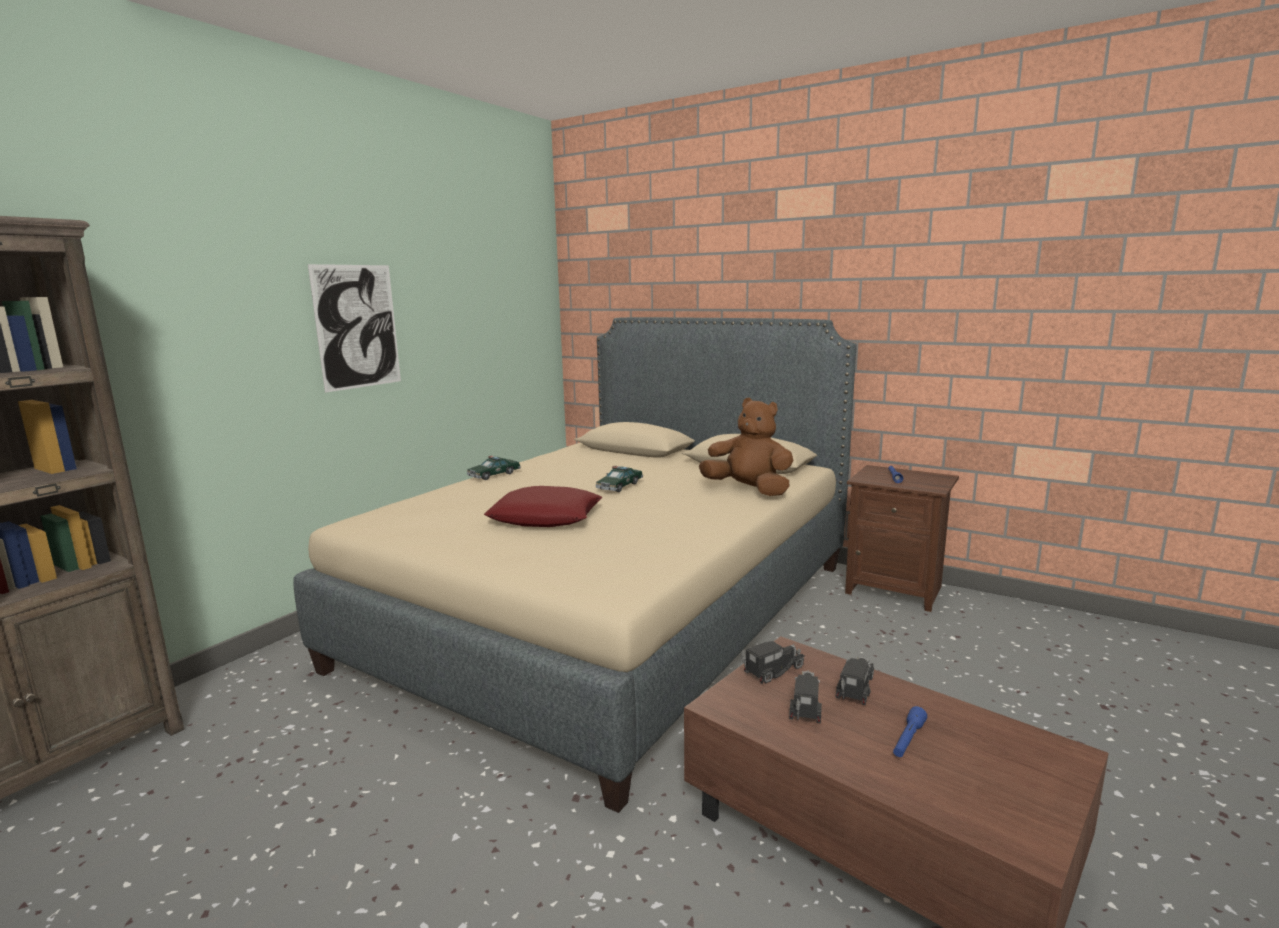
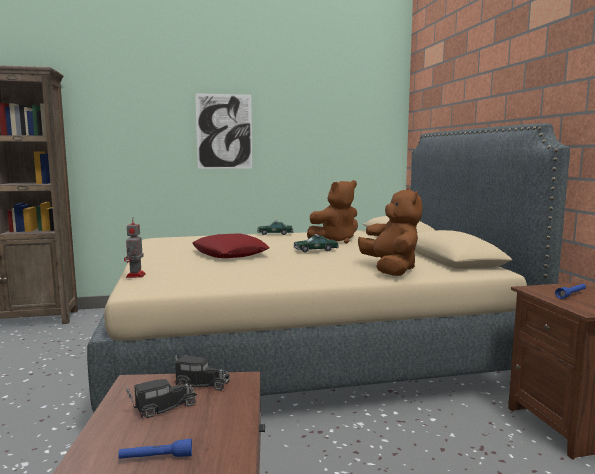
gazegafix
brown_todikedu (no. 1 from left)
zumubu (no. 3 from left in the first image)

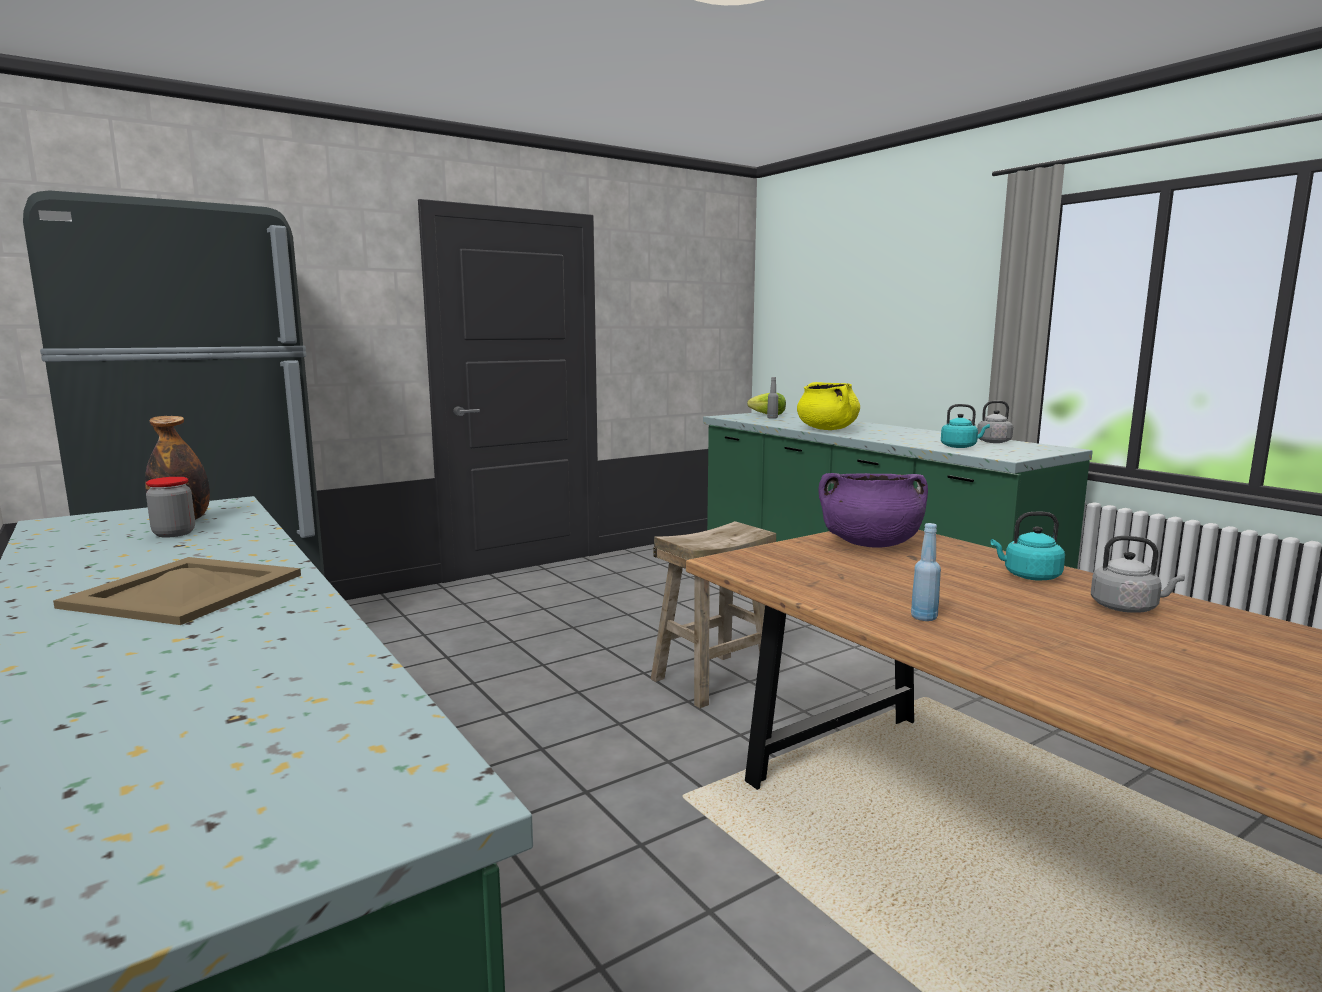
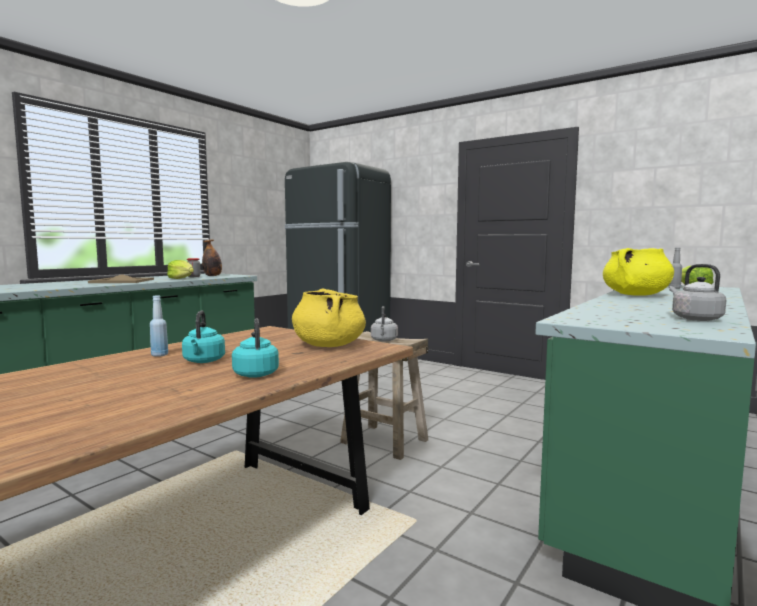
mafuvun (no. 1 from left)
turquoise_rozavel (no. 1 from left)
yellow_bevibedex (no. 1 from left)
grey_rozavel (no. 1 from left)

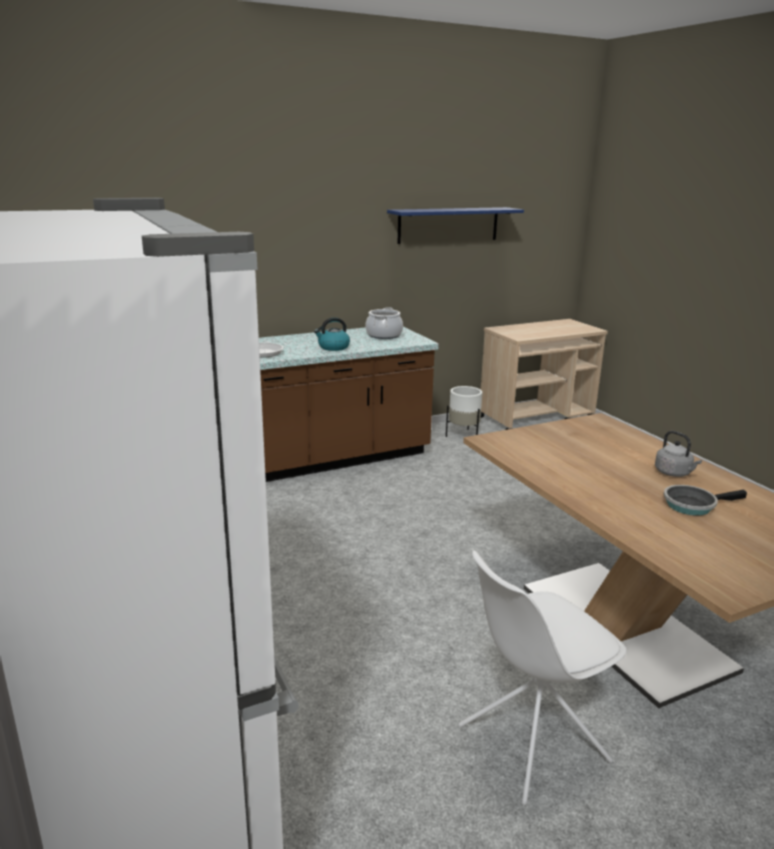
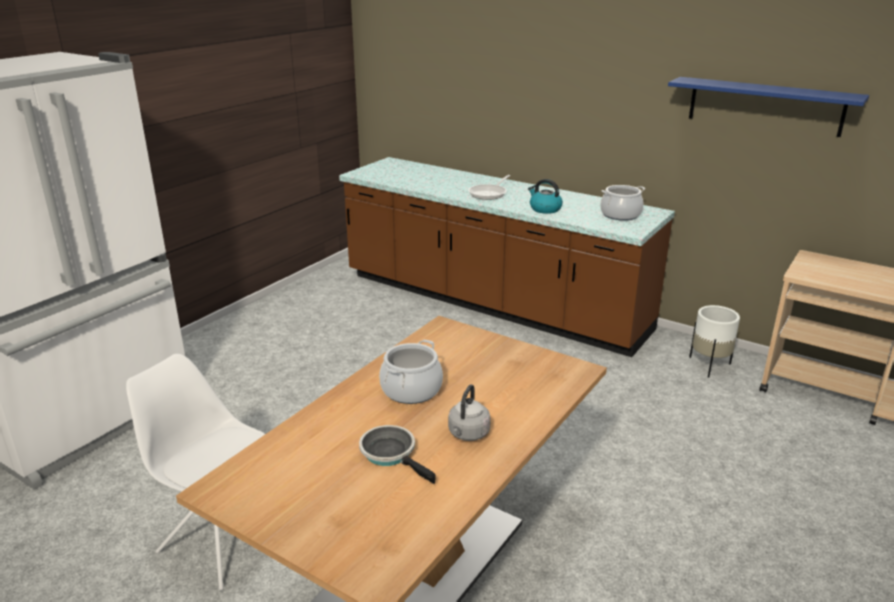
bevibedex (no. 1 from left)

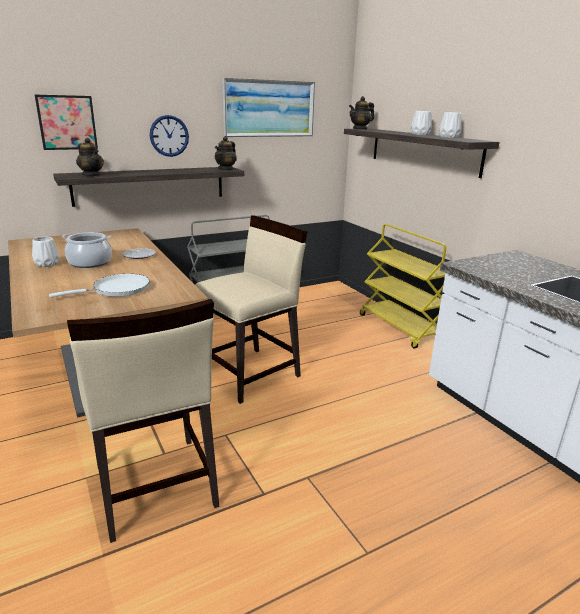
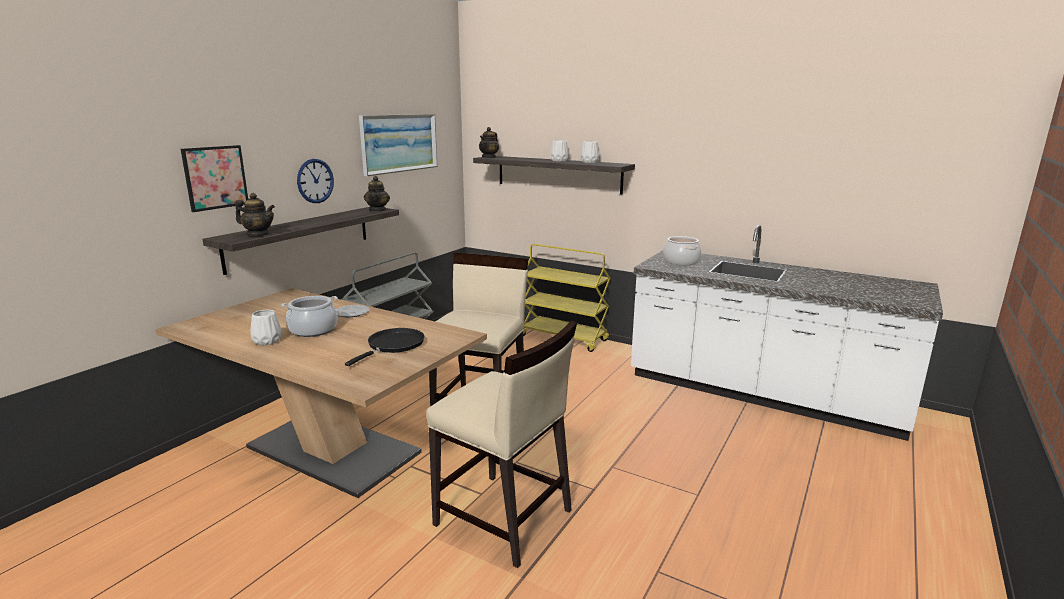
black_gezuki
bevibedex (no. 2 from left)

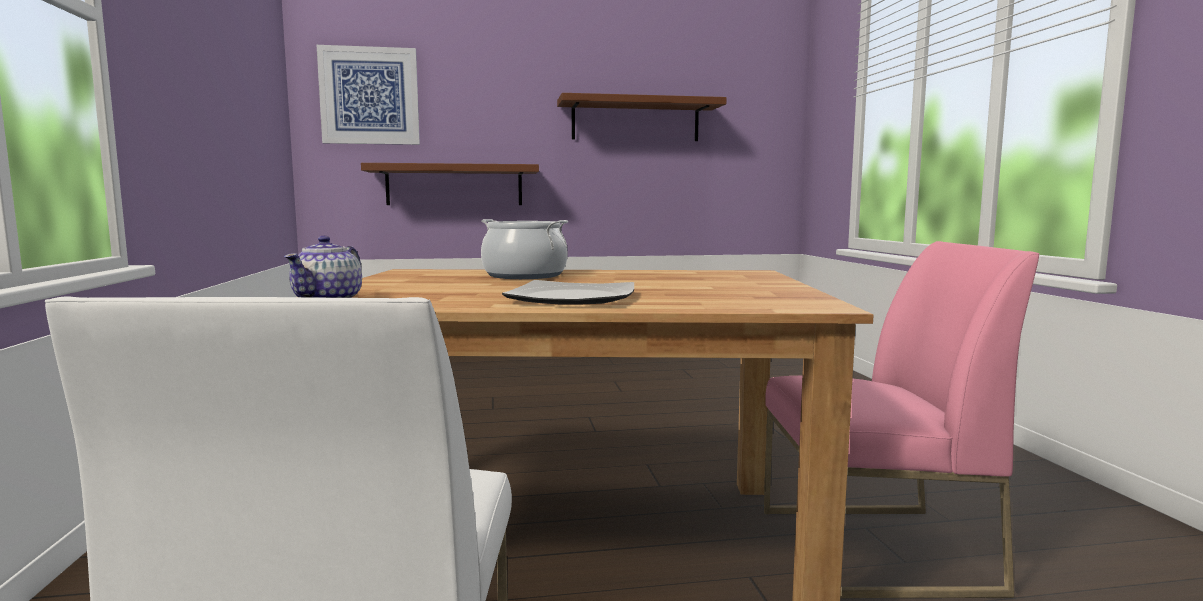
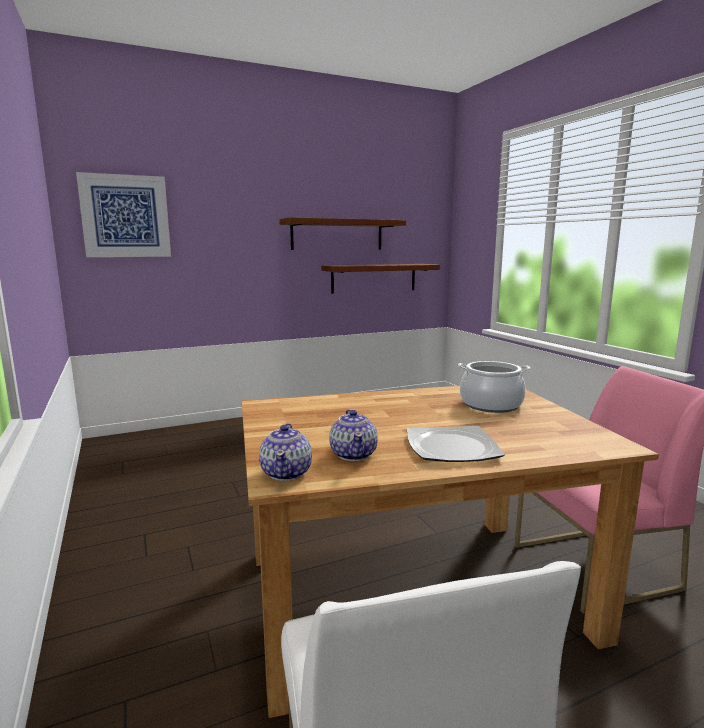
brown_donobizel (no. 2 from left)
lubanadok (no. 2 from left)
bevibedex

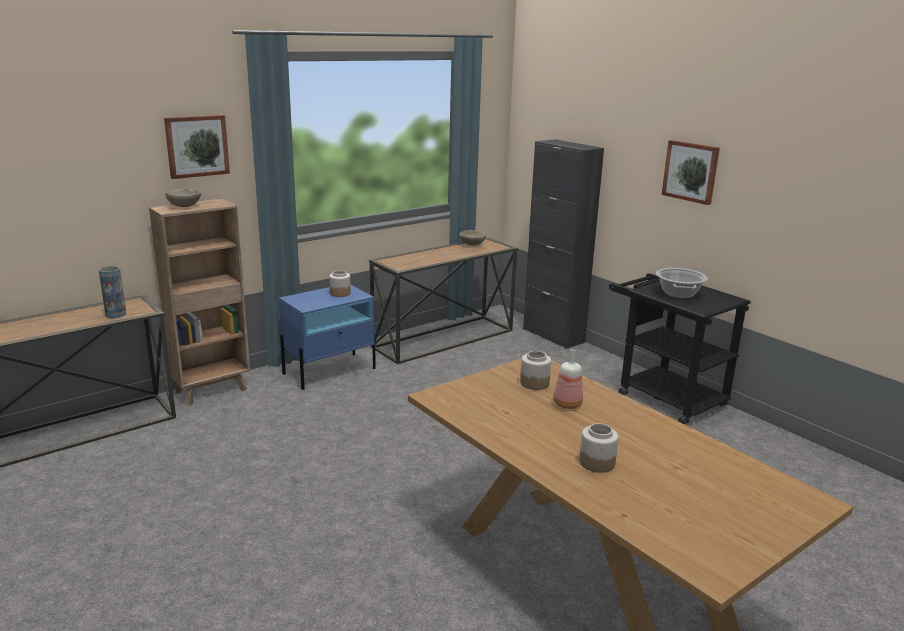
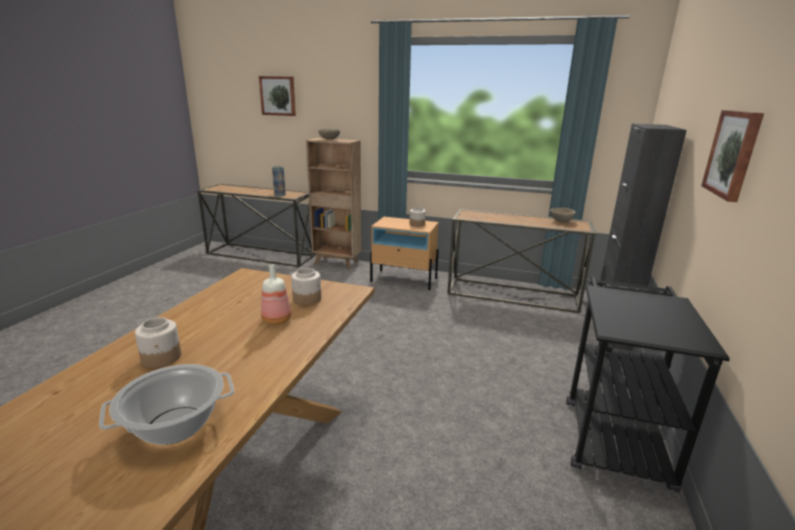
bevibedex
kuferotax (no. 1 from left)
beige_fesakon

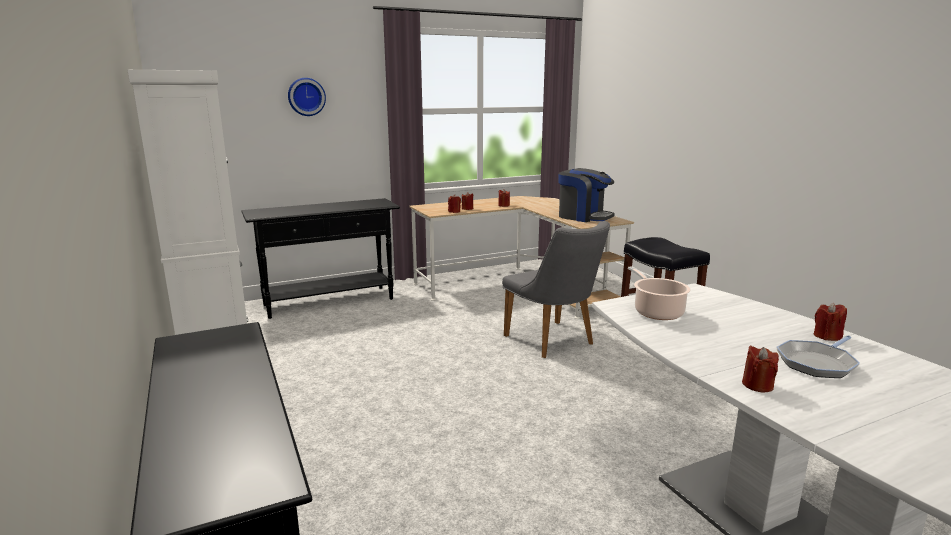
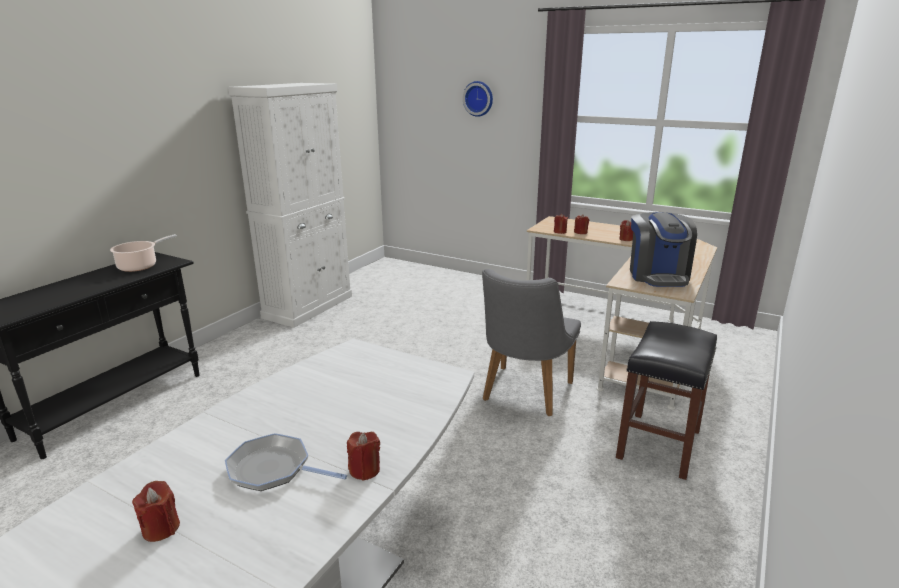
bevibedex
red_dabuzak (no. 1 from left)
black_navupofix (no. 2 from left in the first image)

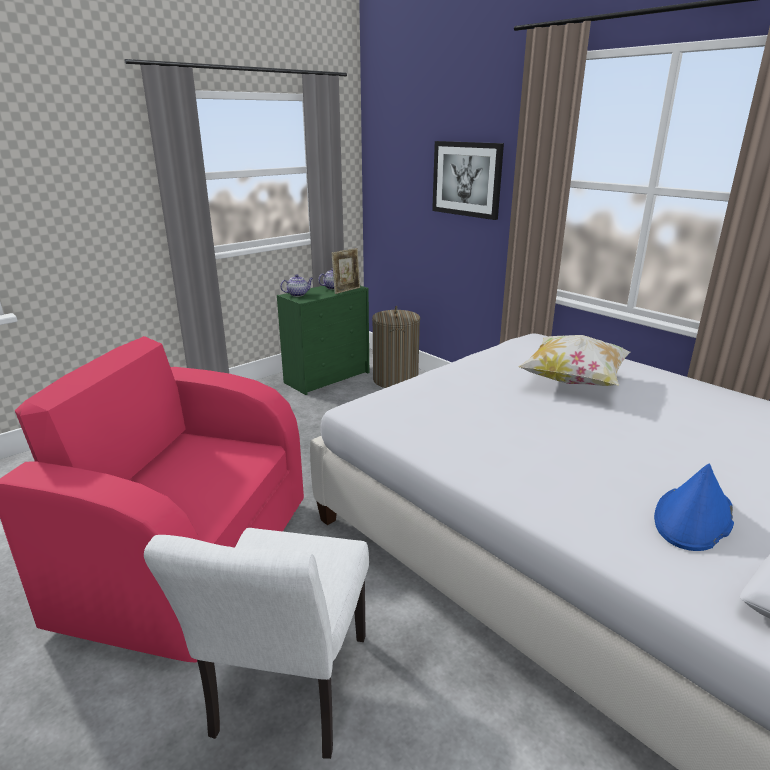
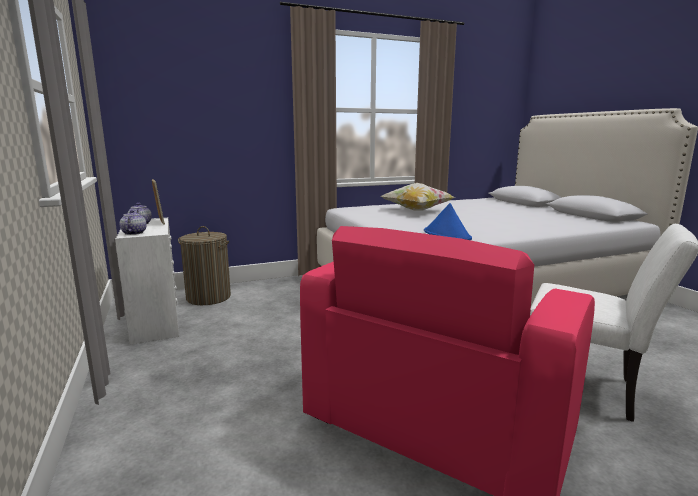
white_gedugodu
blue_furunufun
kuferotax

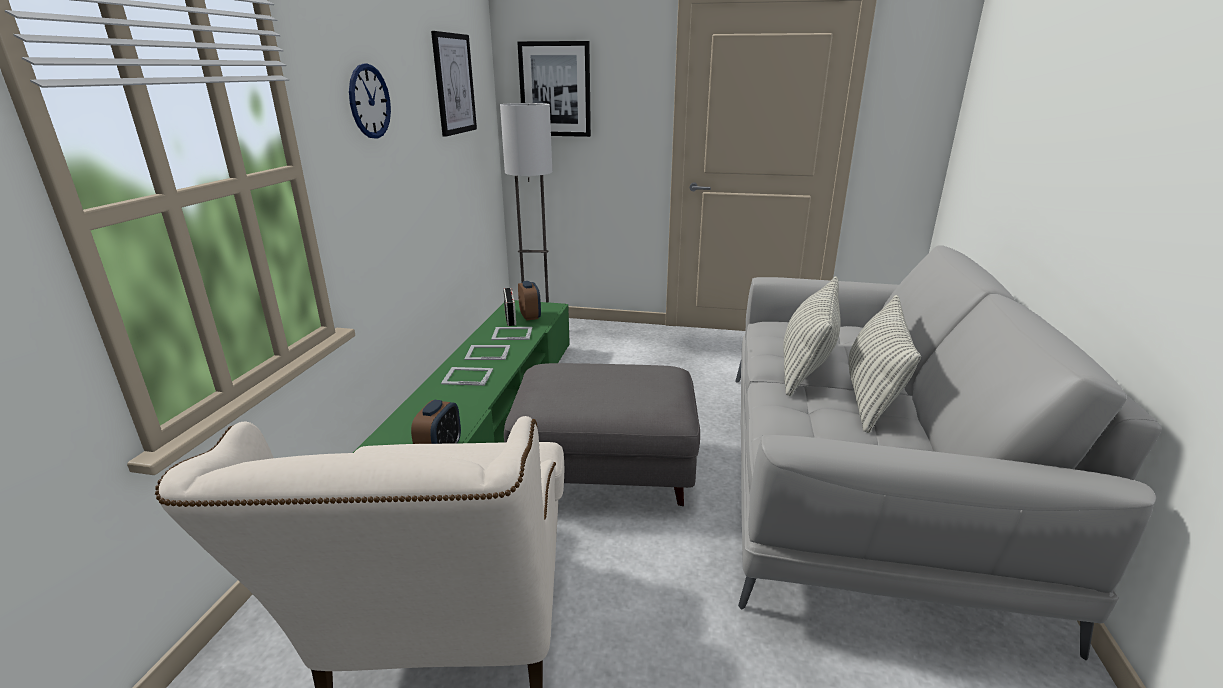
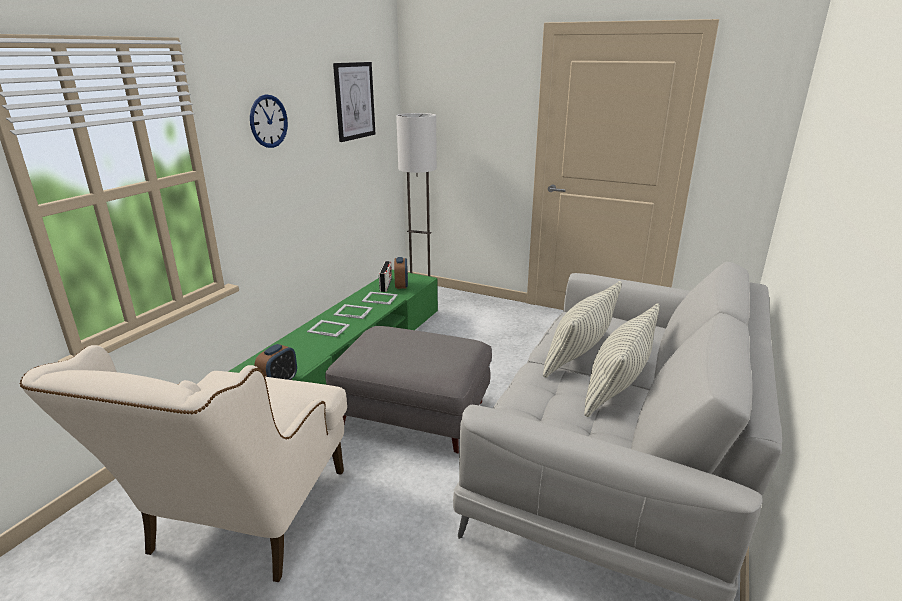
kuferotax (no. 2 from left in the first image)

